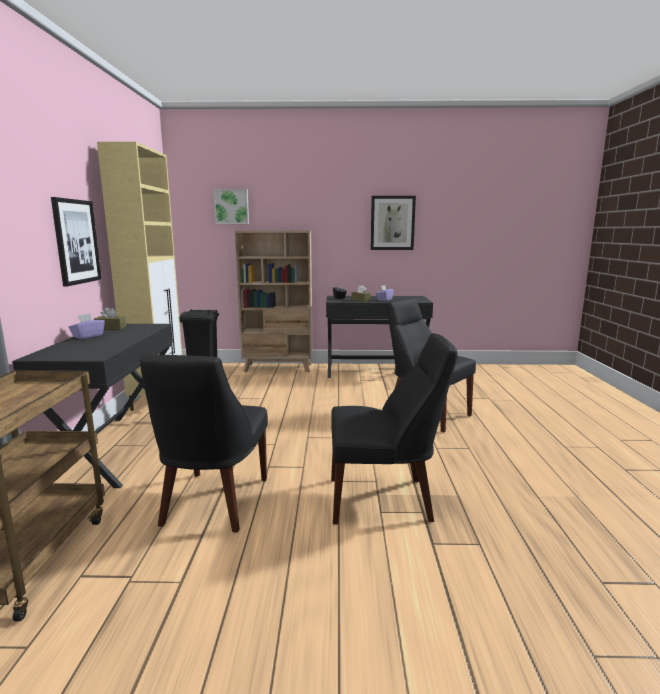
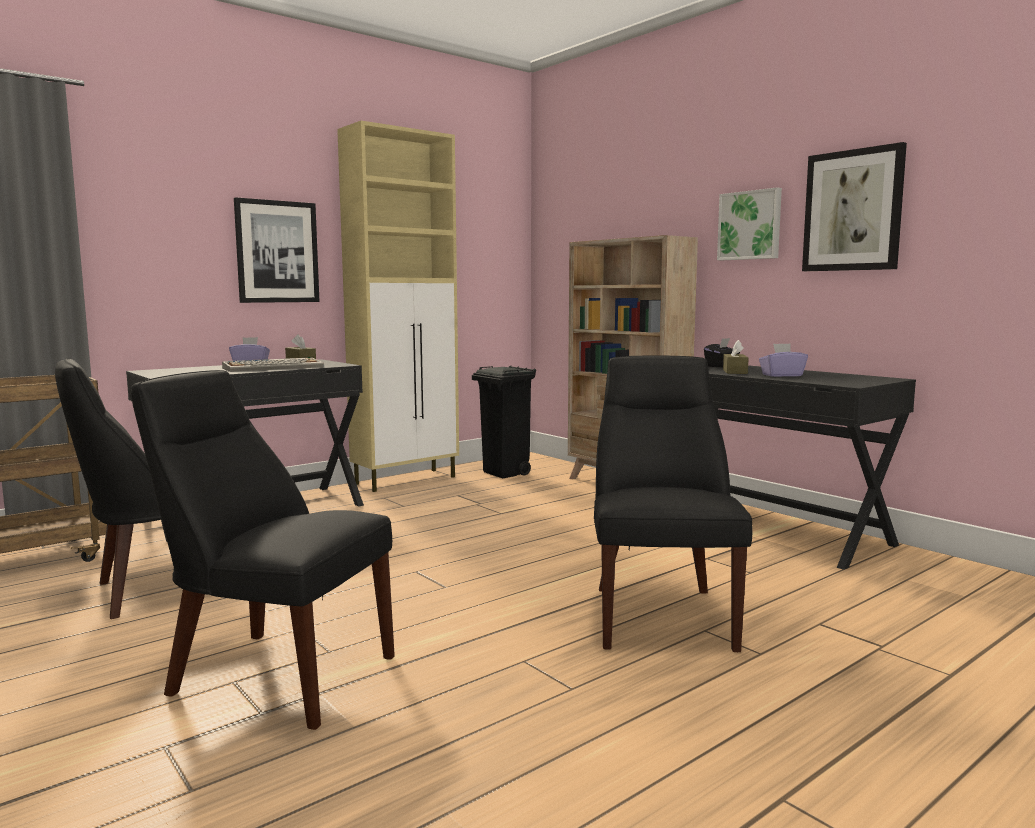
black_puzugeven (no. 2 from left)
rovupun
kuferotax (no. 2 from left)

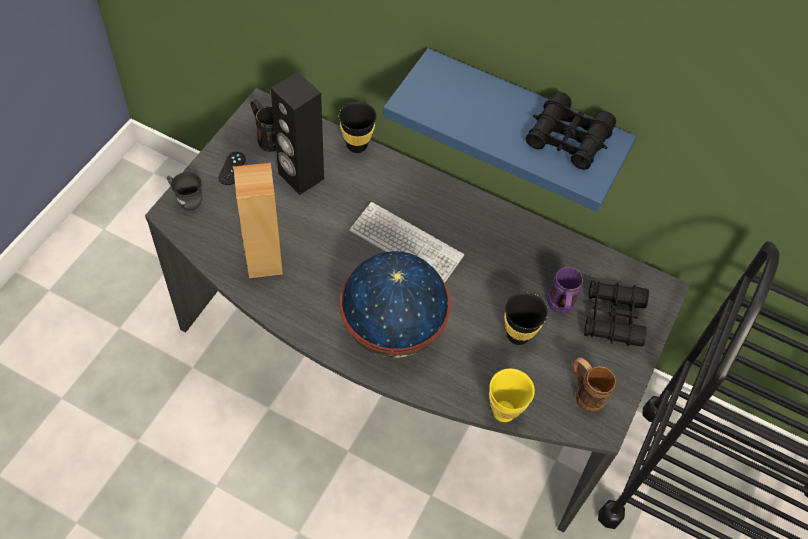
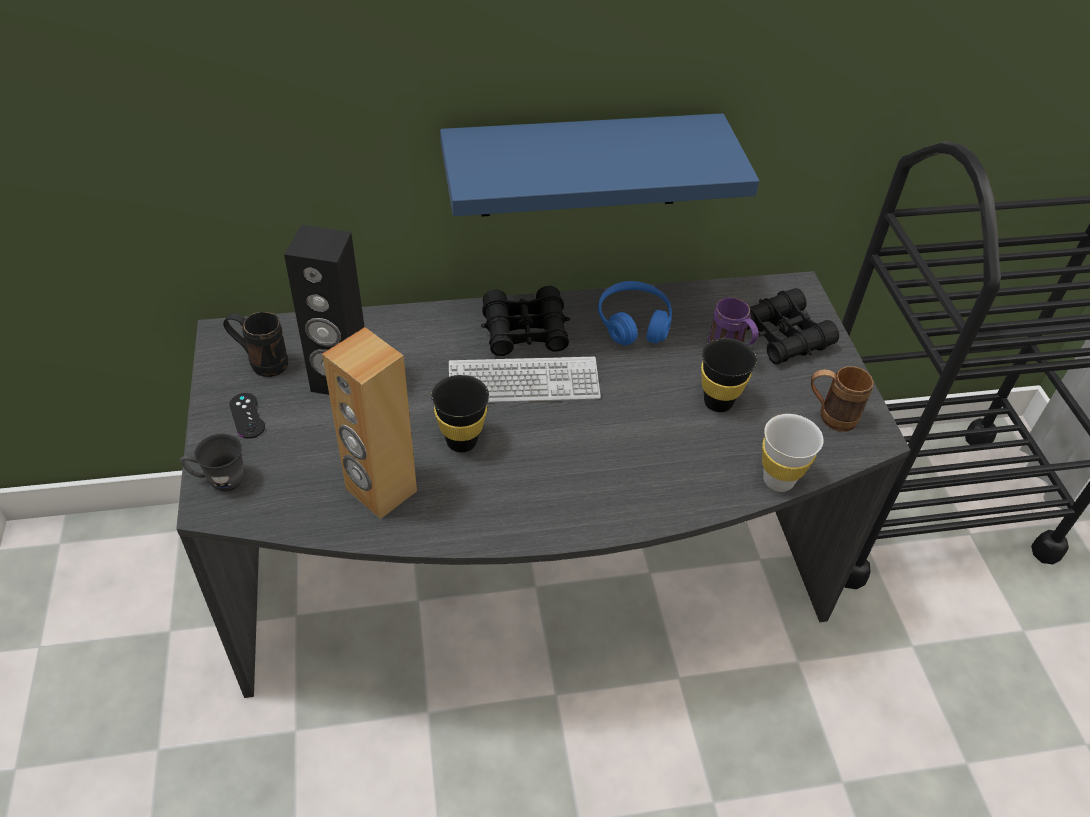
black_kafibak (no. 1 from left)
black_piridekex (no. 1 from left)
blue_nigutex
white_kafibak
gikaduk

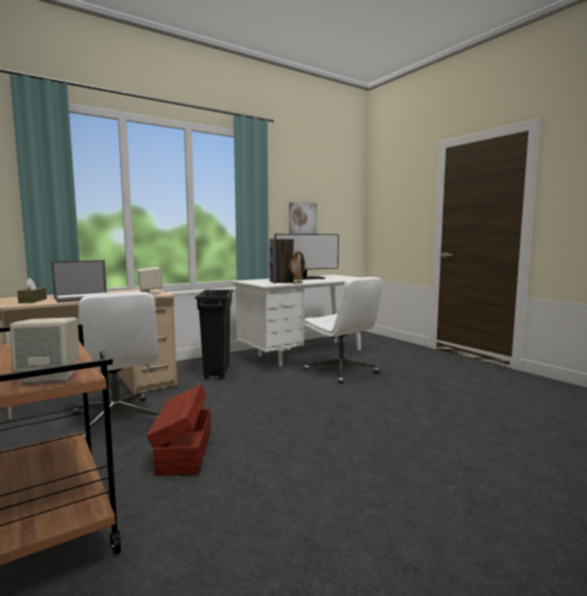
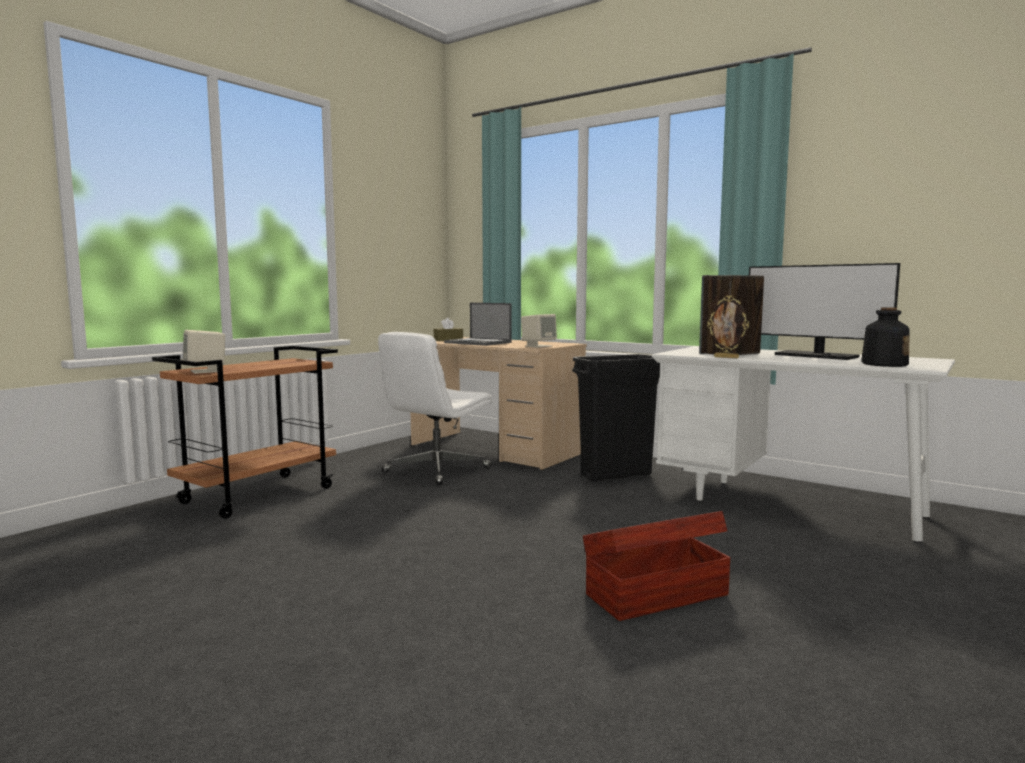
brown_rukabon
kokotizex
kuferotax
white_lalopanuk (no. 2 from left in the first image)

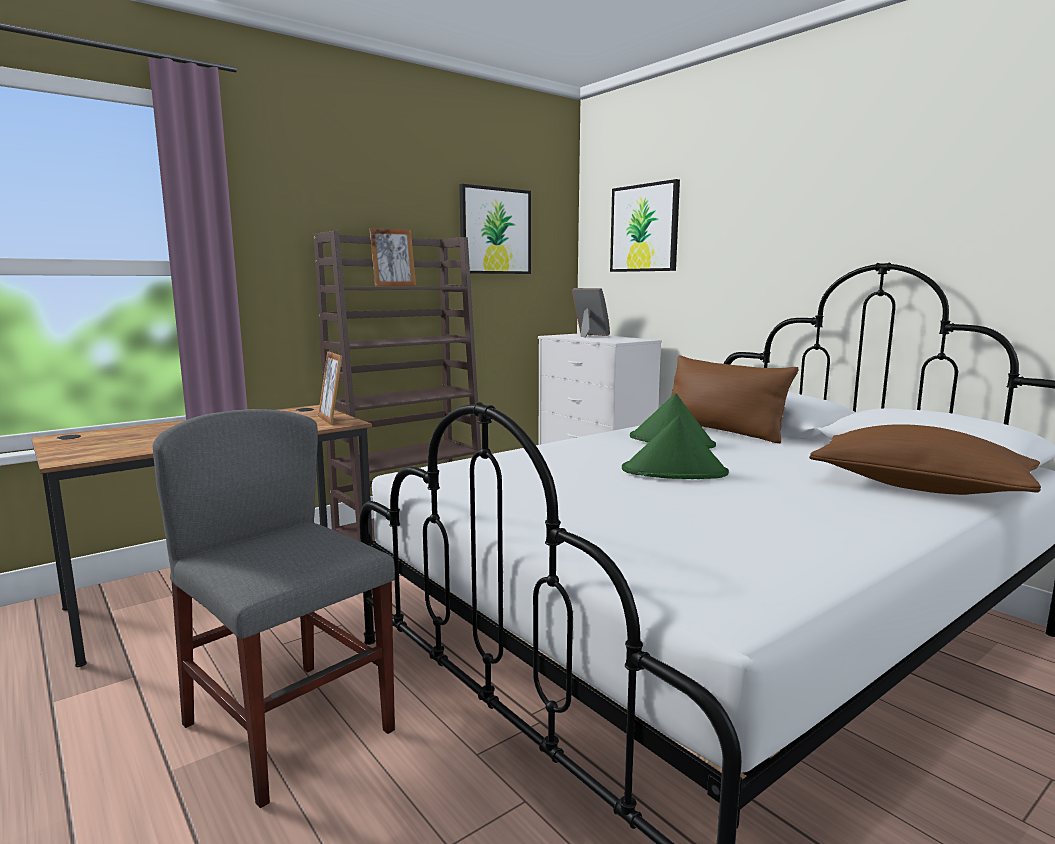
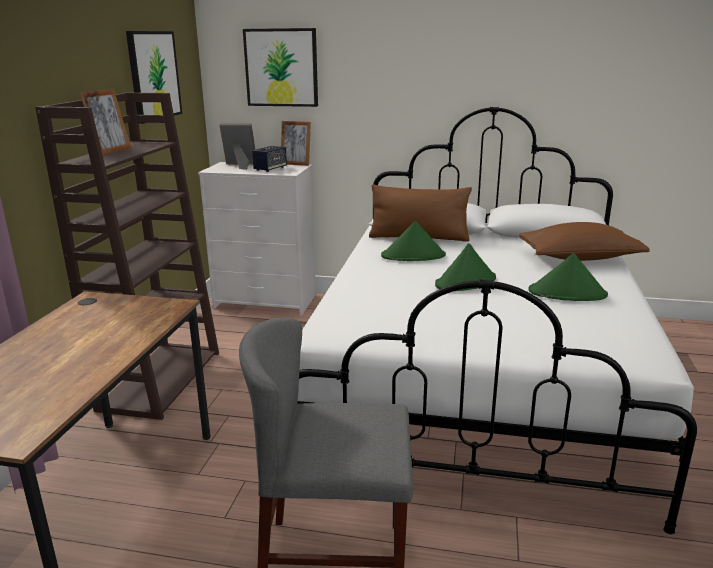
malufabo
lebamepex (no. 3 from left)
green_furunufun (no. 3 from left)

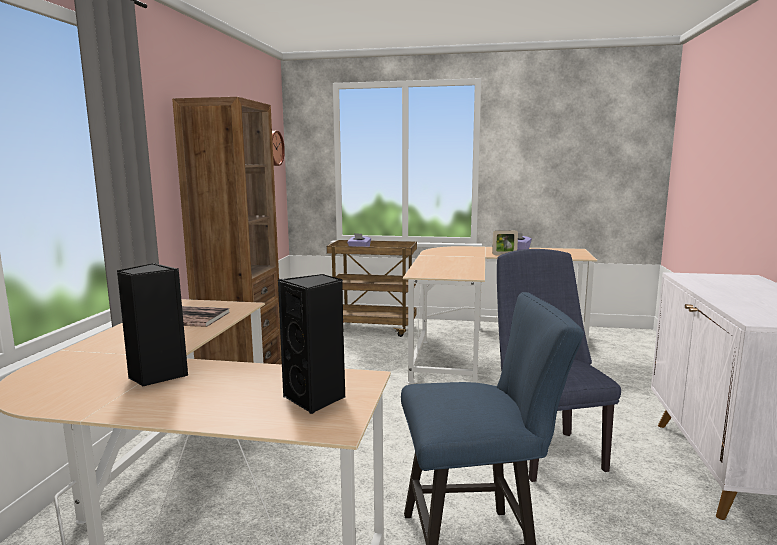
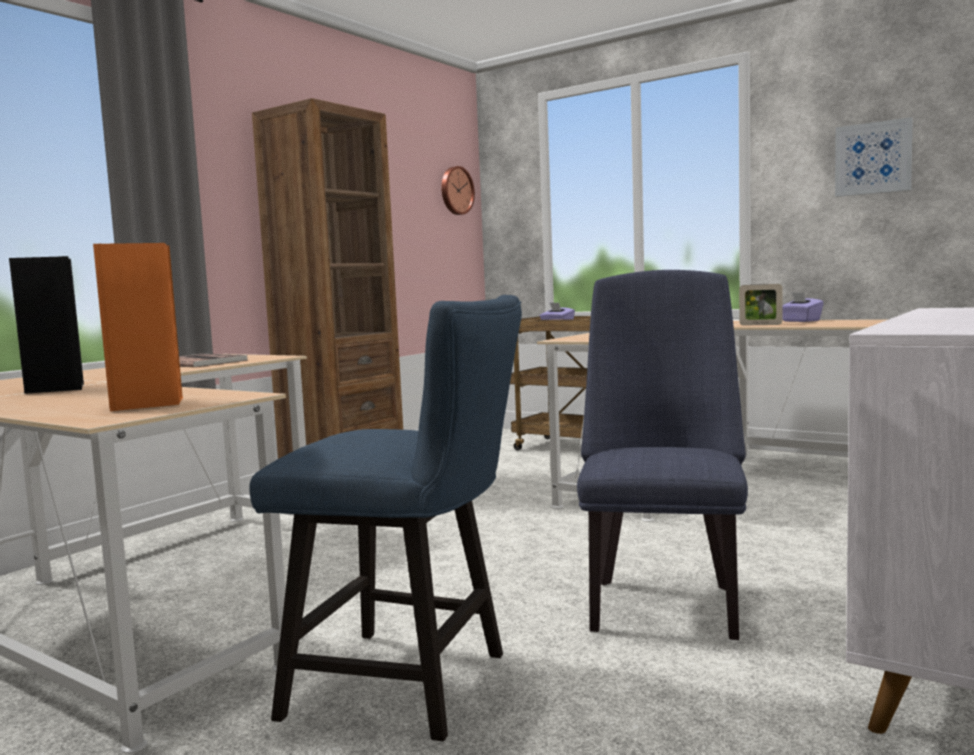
orange_malufabo
kuferotax

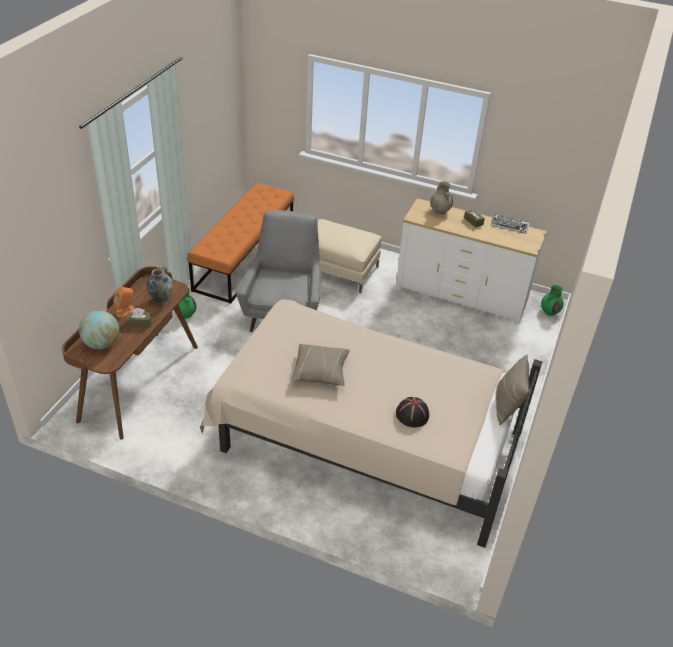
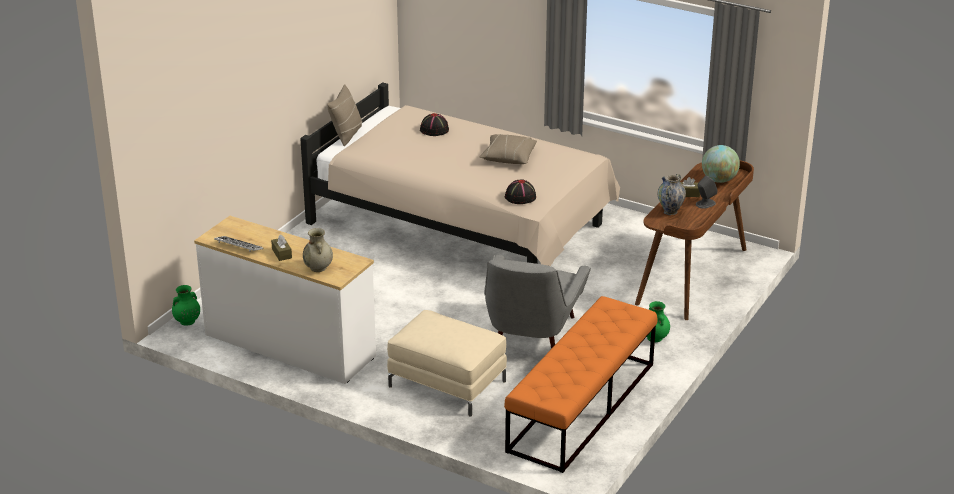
black_furunufun (no. 2 from left)
grey_malufabo

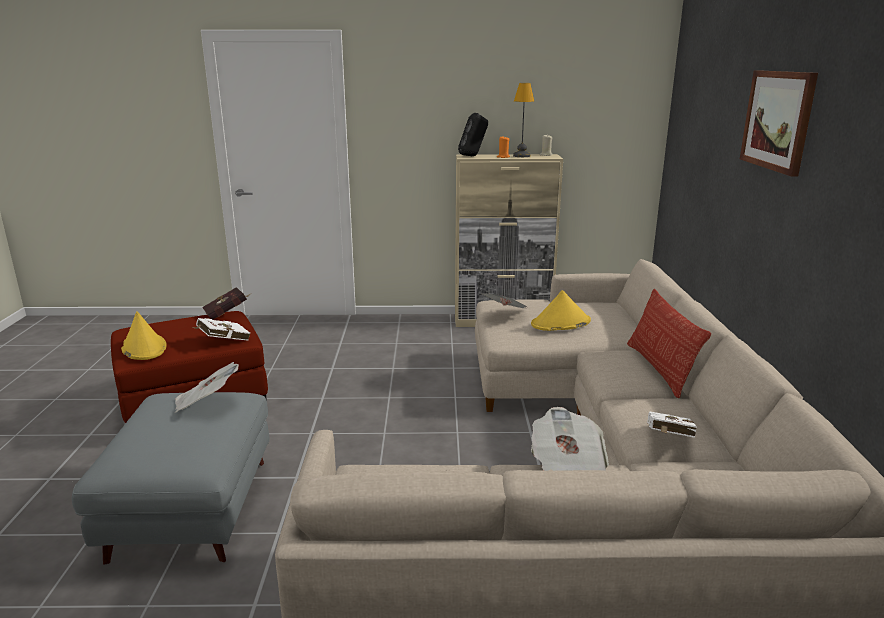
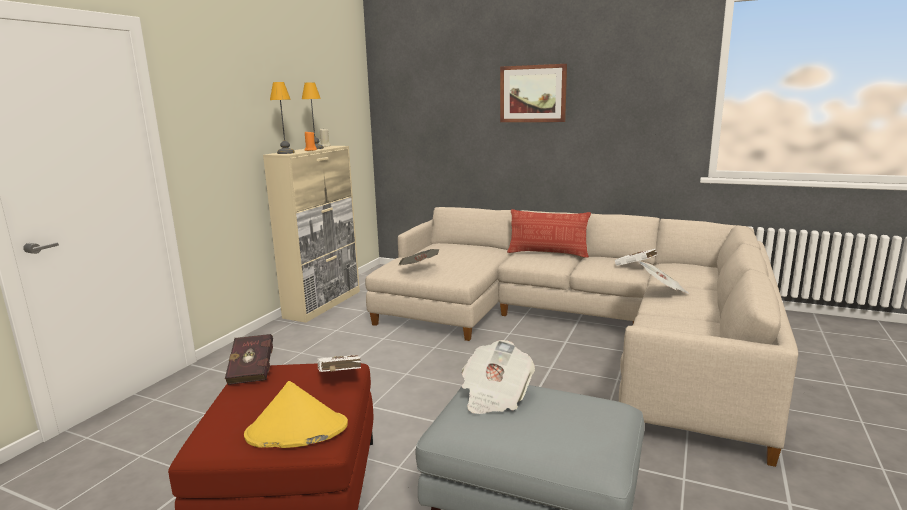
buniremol (no. 1 from left)
yellow_furunufun (no. 2 from left in the first image)

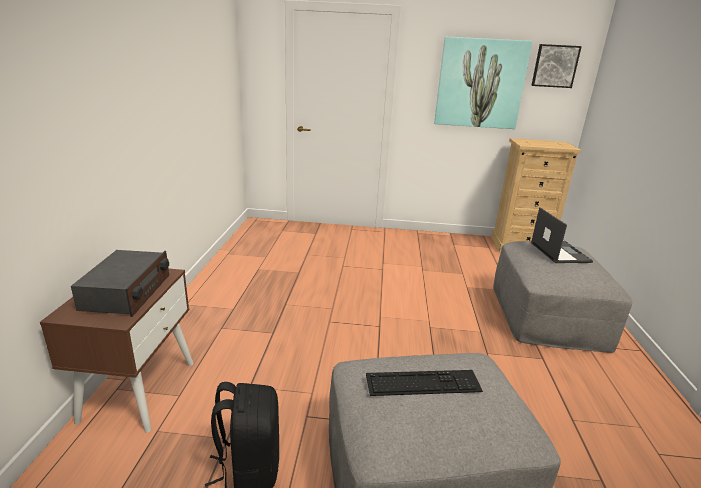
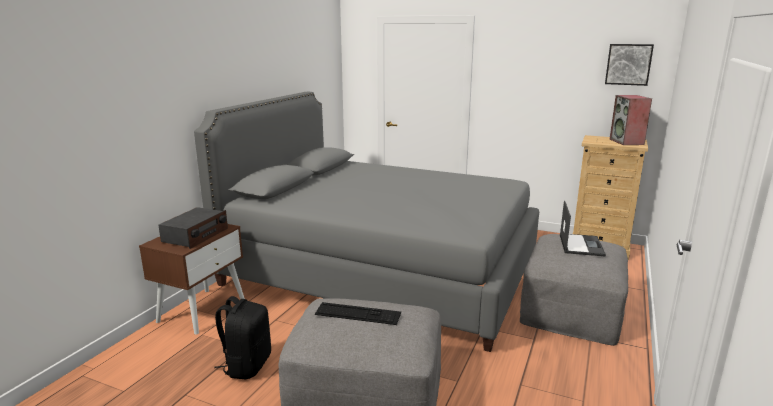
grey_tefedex
malufabo
kuferotax (no. 1 from left in the first image)

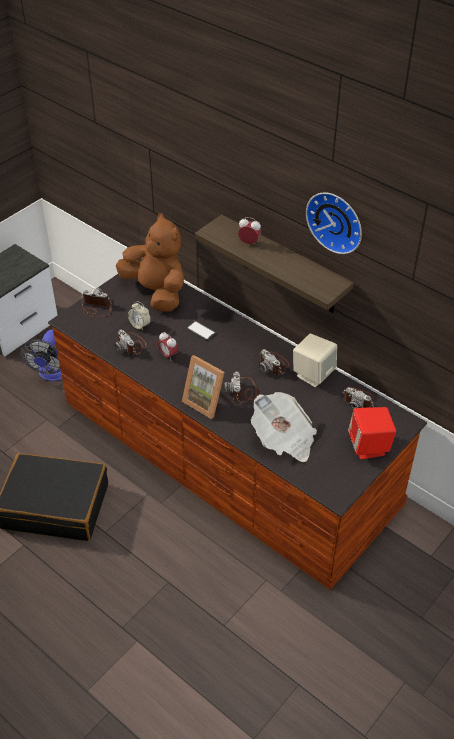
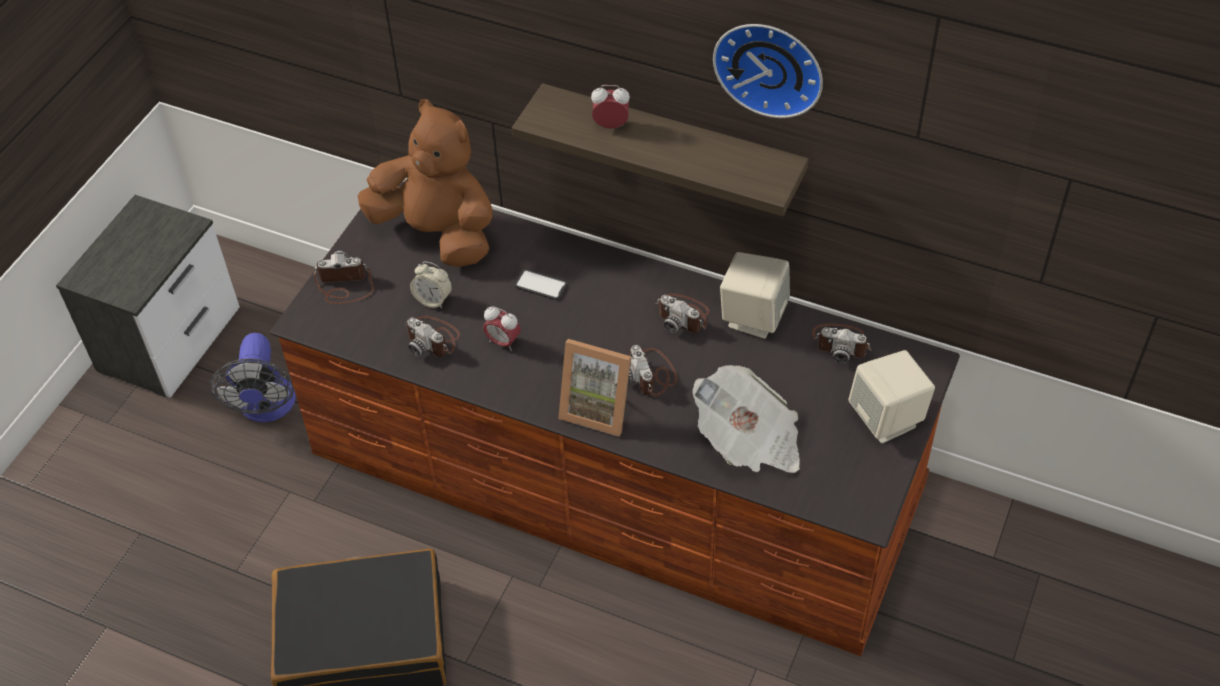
beige_malufabo (no. 2 from left)

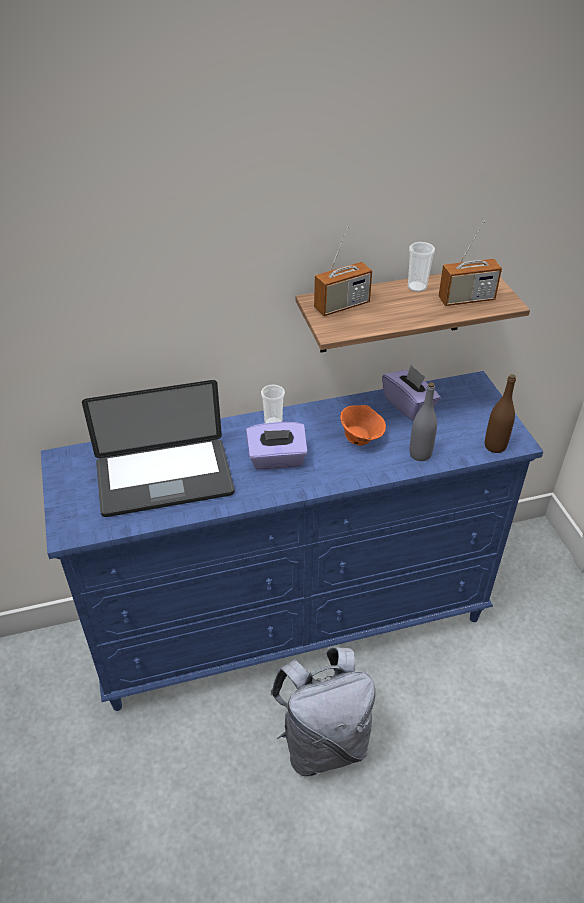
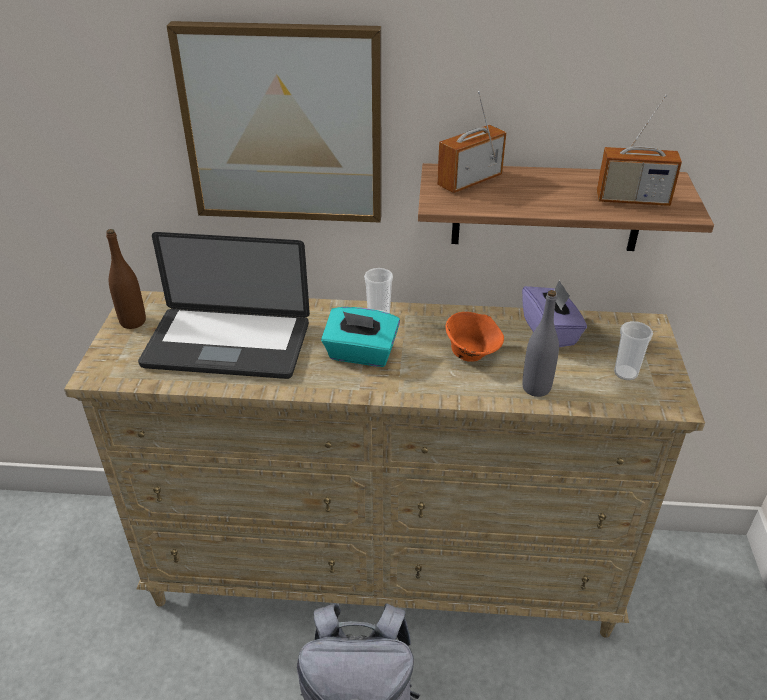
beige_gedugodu
brown_kokotizex
kuferotax
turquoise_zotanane
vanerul (no. 1 from left)
kafibak (no. 2 from left)

